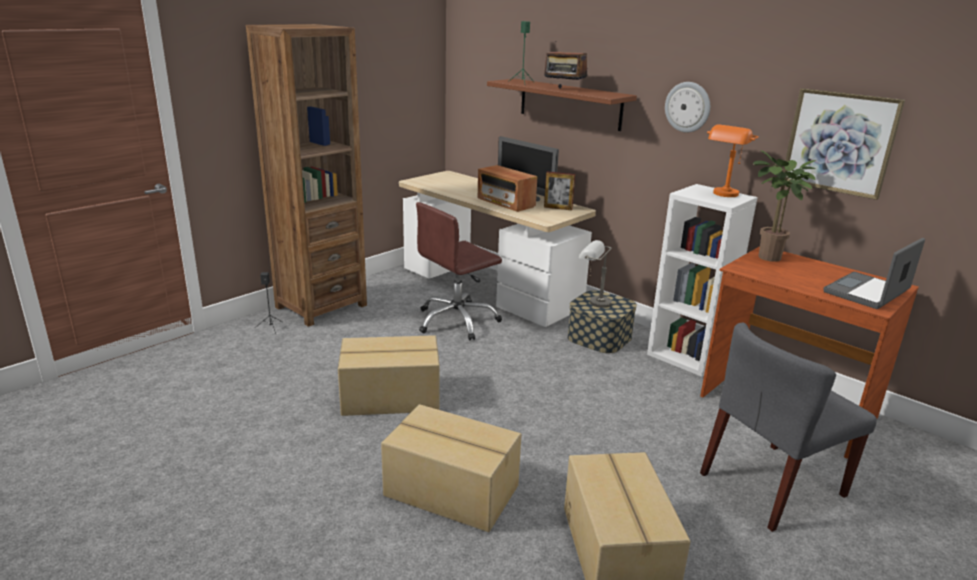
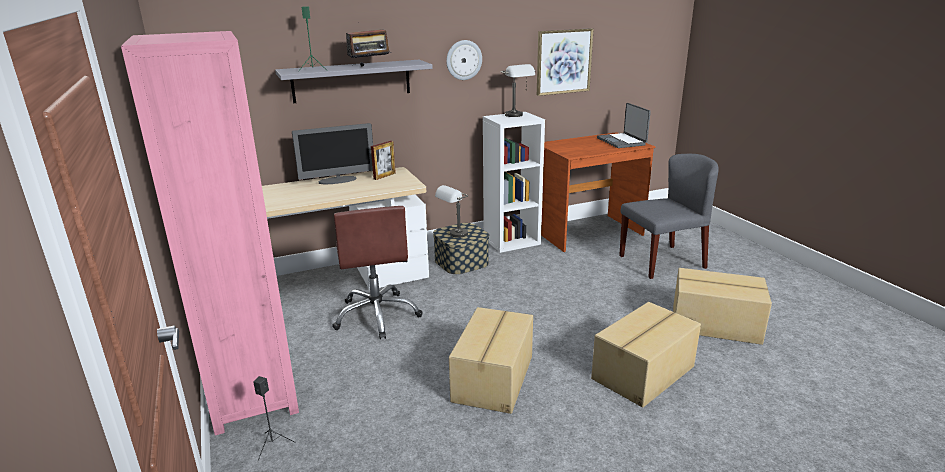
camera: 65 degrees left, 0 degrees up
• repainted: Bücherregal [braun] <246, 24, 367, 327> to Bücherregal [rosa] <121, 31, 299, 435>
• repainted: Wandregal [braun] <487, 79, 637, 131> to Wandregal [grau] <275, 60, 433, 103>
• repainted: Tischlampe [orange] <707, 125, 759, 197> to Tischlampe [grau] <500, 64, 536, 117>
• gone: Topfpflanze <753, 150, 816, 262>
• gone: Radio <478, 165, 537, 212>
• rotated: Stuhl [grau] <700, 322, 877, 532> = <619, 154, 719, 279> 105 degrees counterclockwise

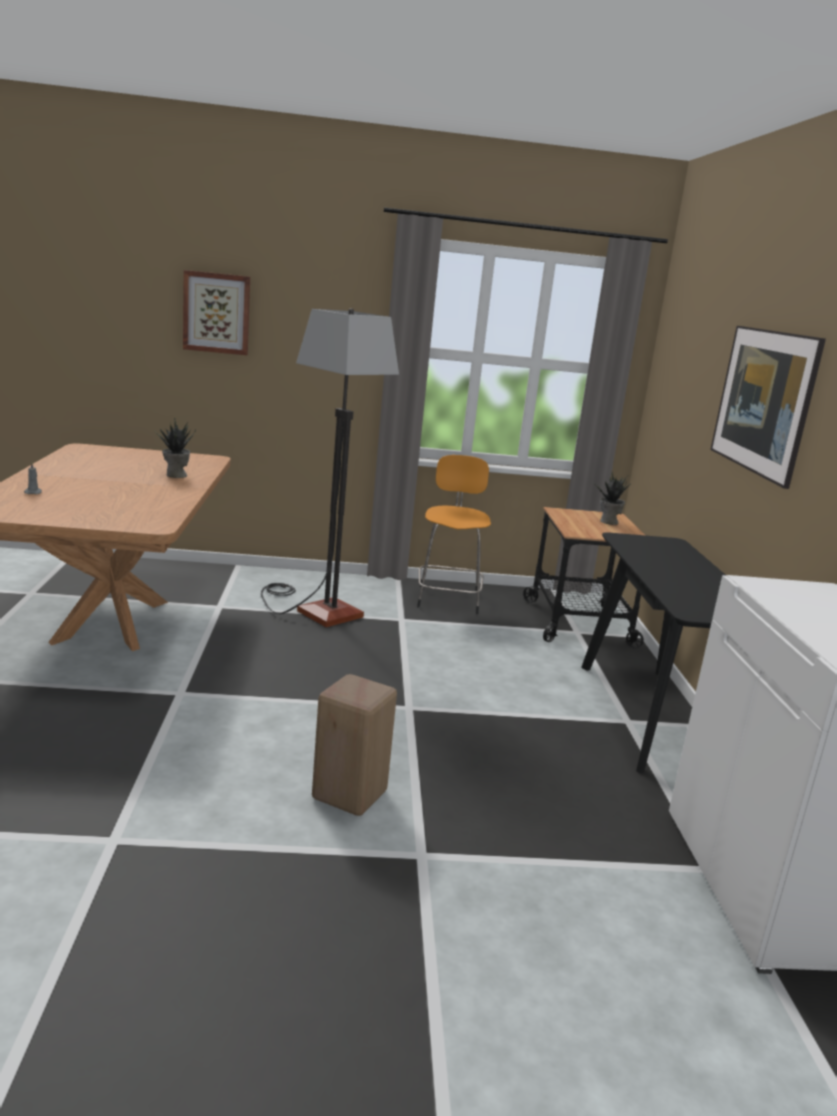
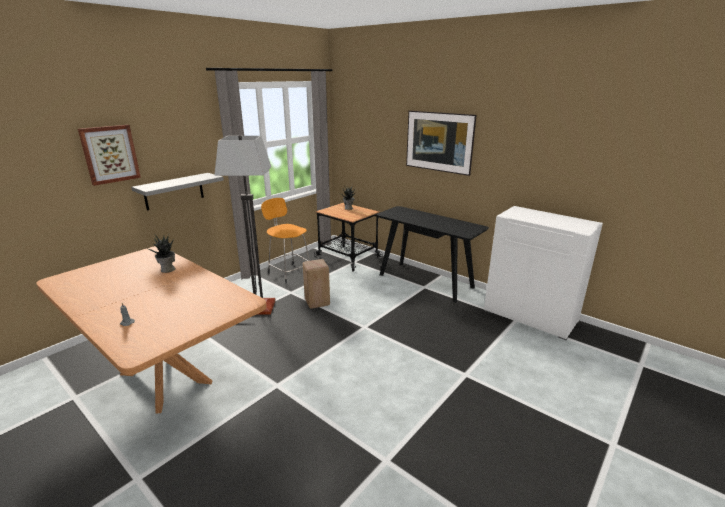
camera: 45 degrees left, 5 degrees up
• shifted: Hocker [beige] <312, 674, 397, 816> to <303, 259, 330, 309>
• new: Wandregal [grau] <131, 173, 224, 211>

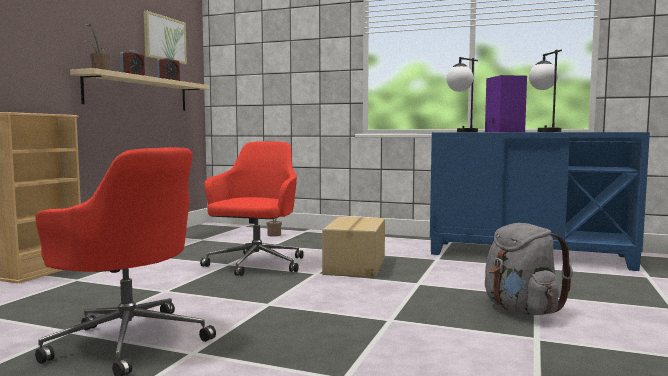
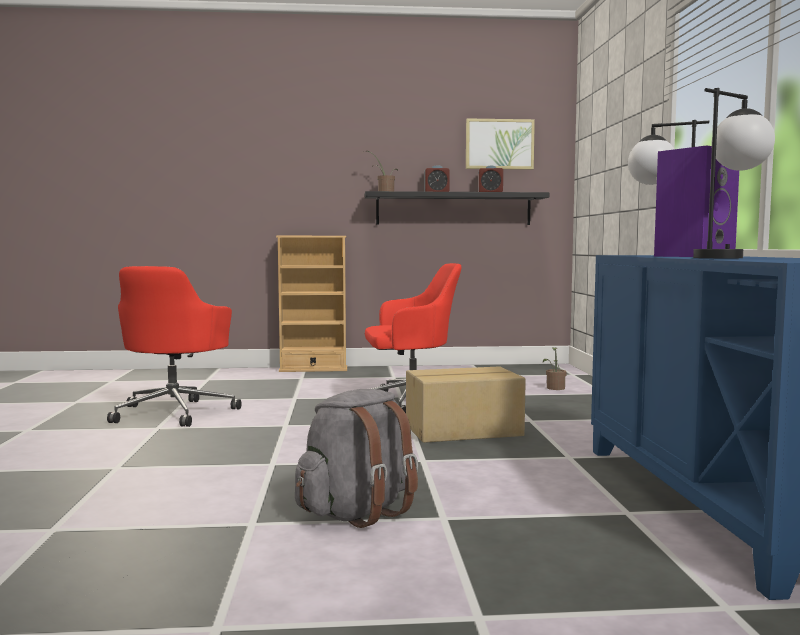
camera: 65 degrees right, 0 degrees up
• repainted: Wandregal [beige] <70, 68, 209, 111> to Wandregal [schwarz] <365, 191, 549, 225>

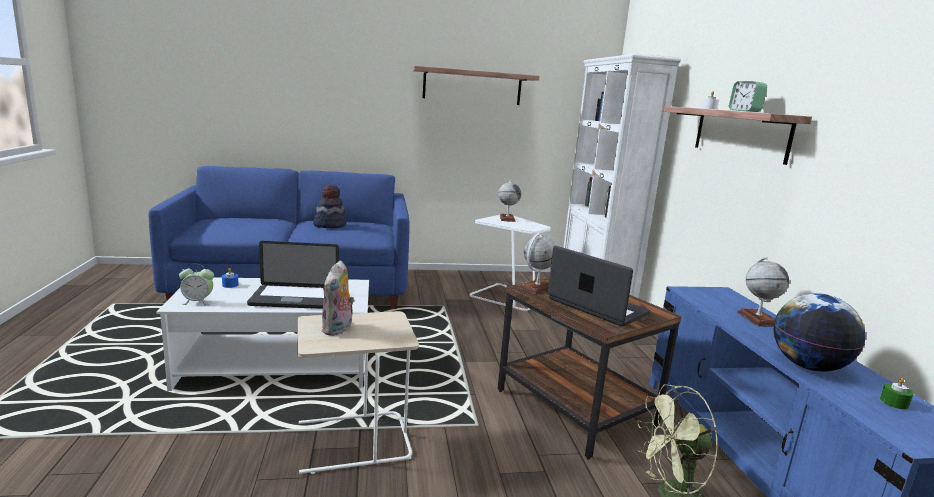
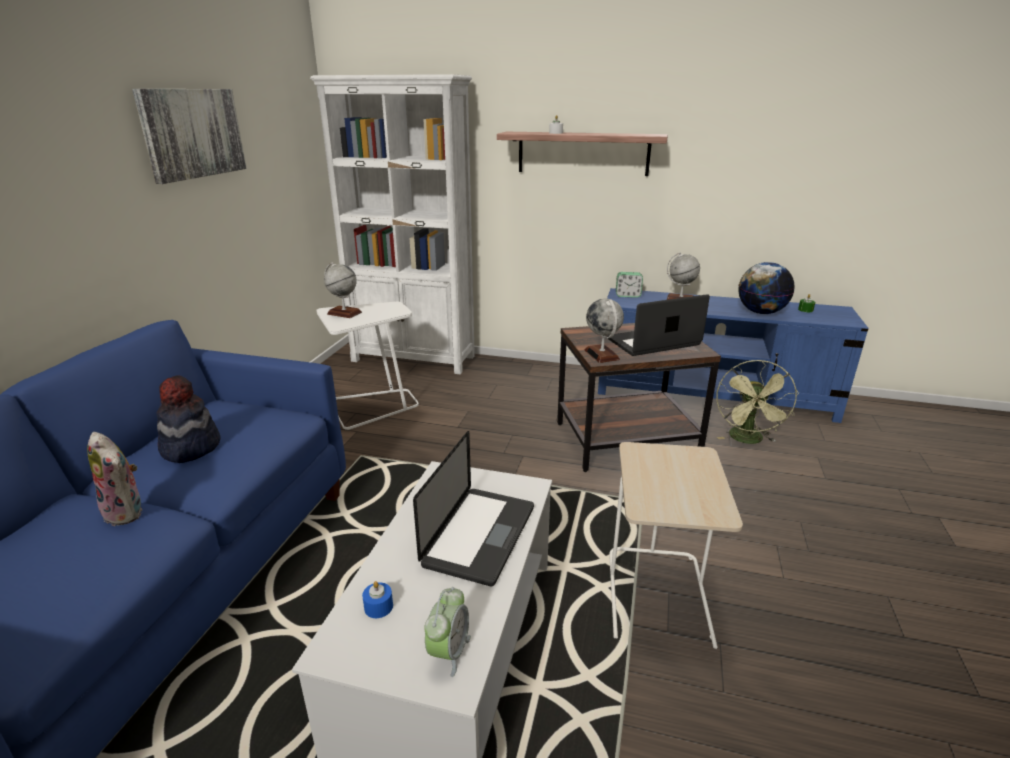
camera: 65 degrees left, 10 degrees up
• swapped: Wandregal <413, 66, 540, 105> to Bild <132, 89, 246, 184>
• shifted: Wecker <729, 81, 767, 112> to <616, 272, 643, 298>
• shifted: Plüschtier <321, 260, 355, 336> to <87, 432, 142, 526>

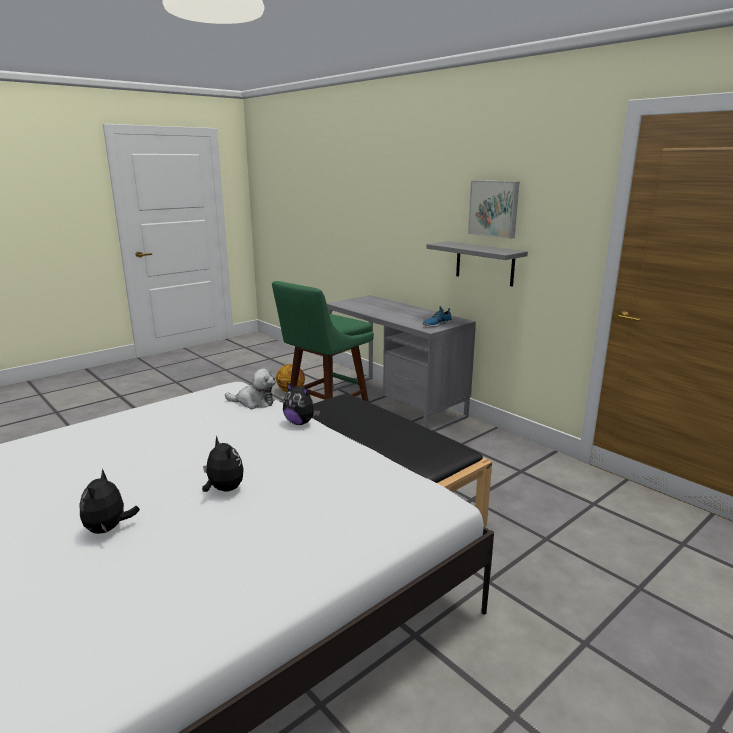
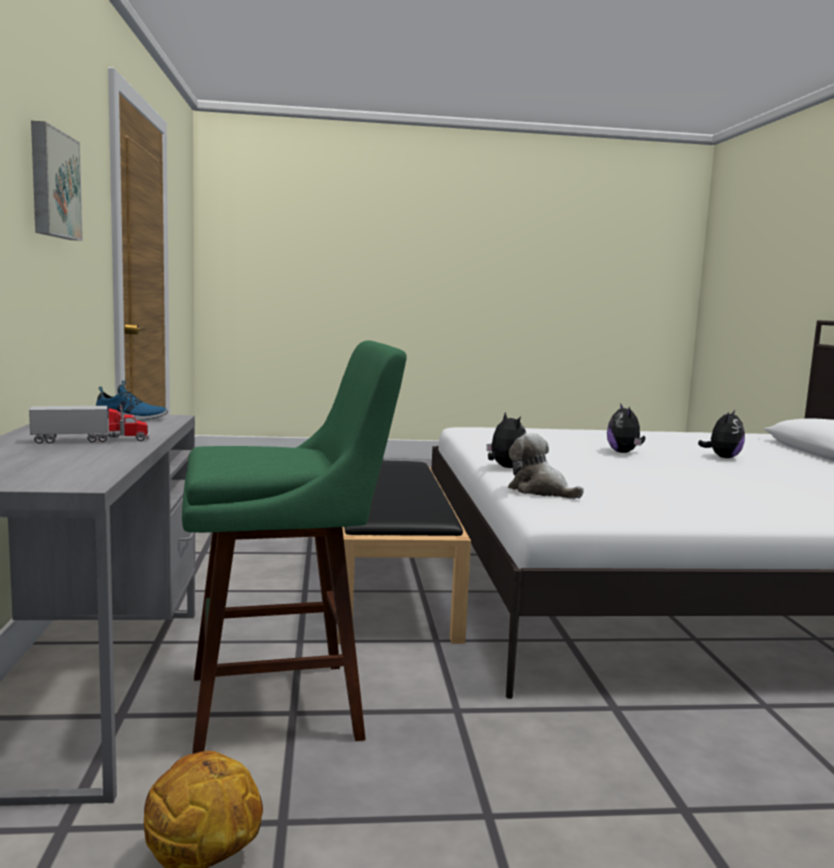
camera: 145 degrees left, 10 degrees down
• gone: Wandregal [grau] <427, 241, 528, 287>
• new: Spielzeuglaster <29, 405, 149, 444>

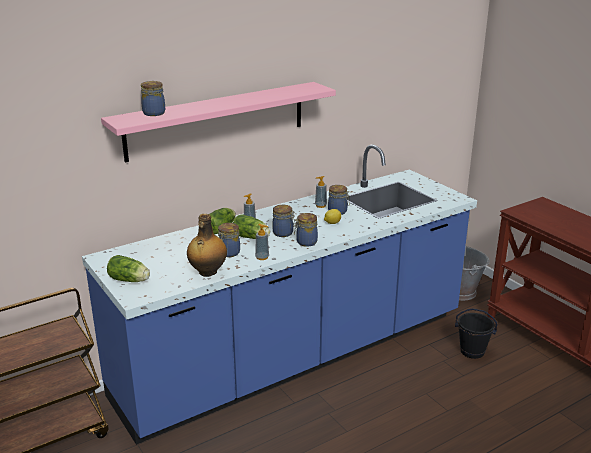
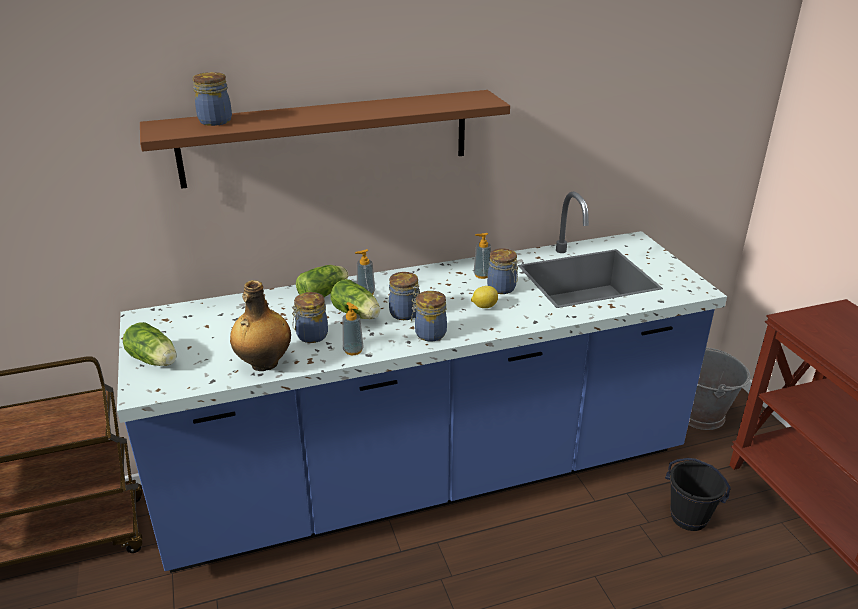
camera: 15 degrees right, 5 degrees up
• repainted: Wandregal [rosa] <101, 82, 336, 162> to Wandregal [braun] <140, 90, 510, 189>

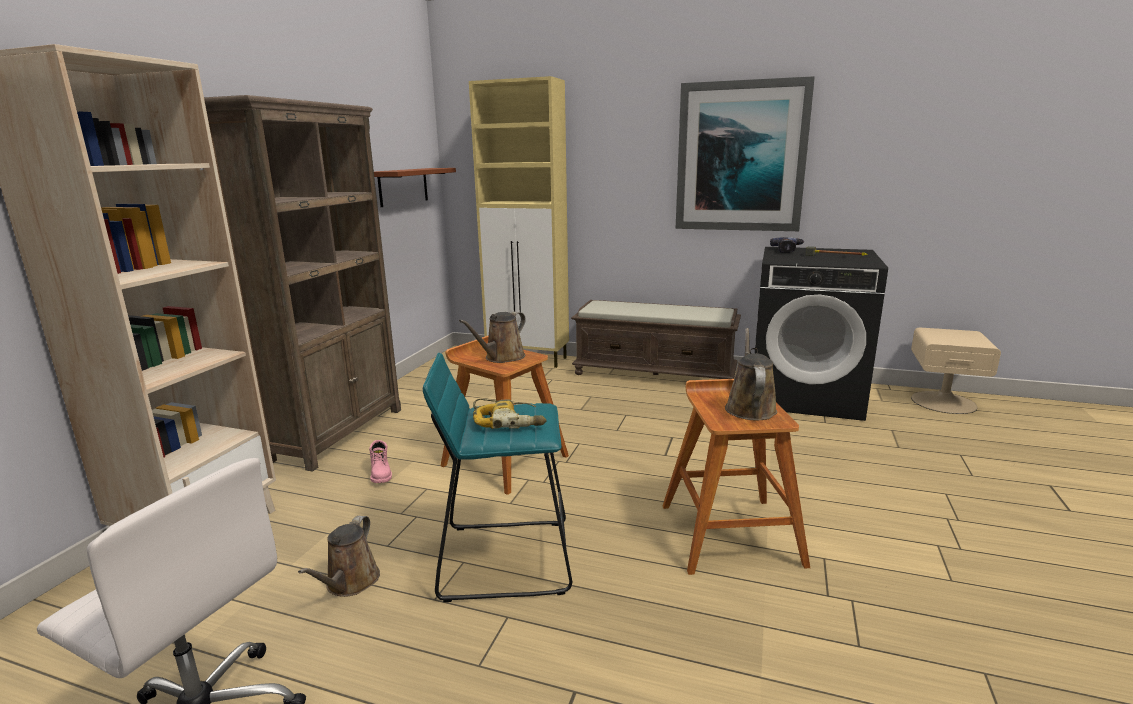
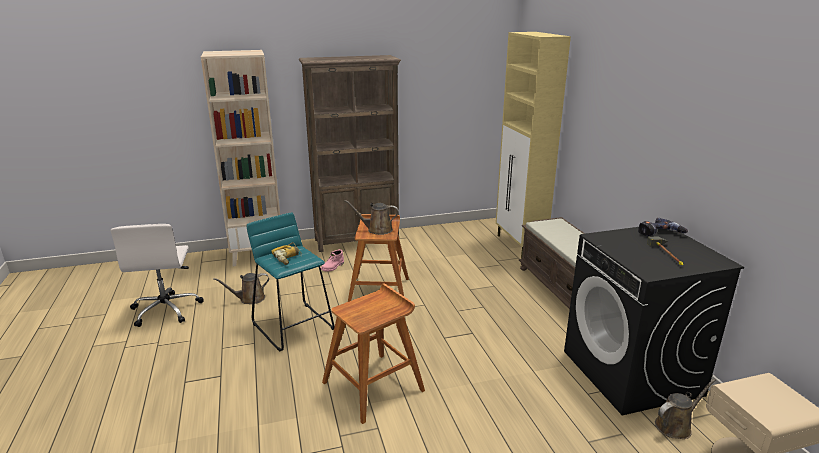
camera: 55 degrees right, 5 degrees up
• gone: Bild <676, 76, 815, 231>
• gone: Wandregal [braun] <374, 168, 456, 207>
• shifted: Gießkanne [braun] <725, 328, 778, 420> to <655, 379, 716, 439>

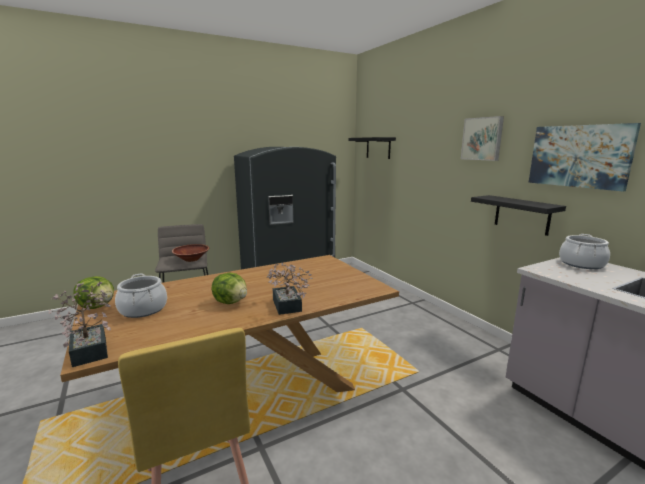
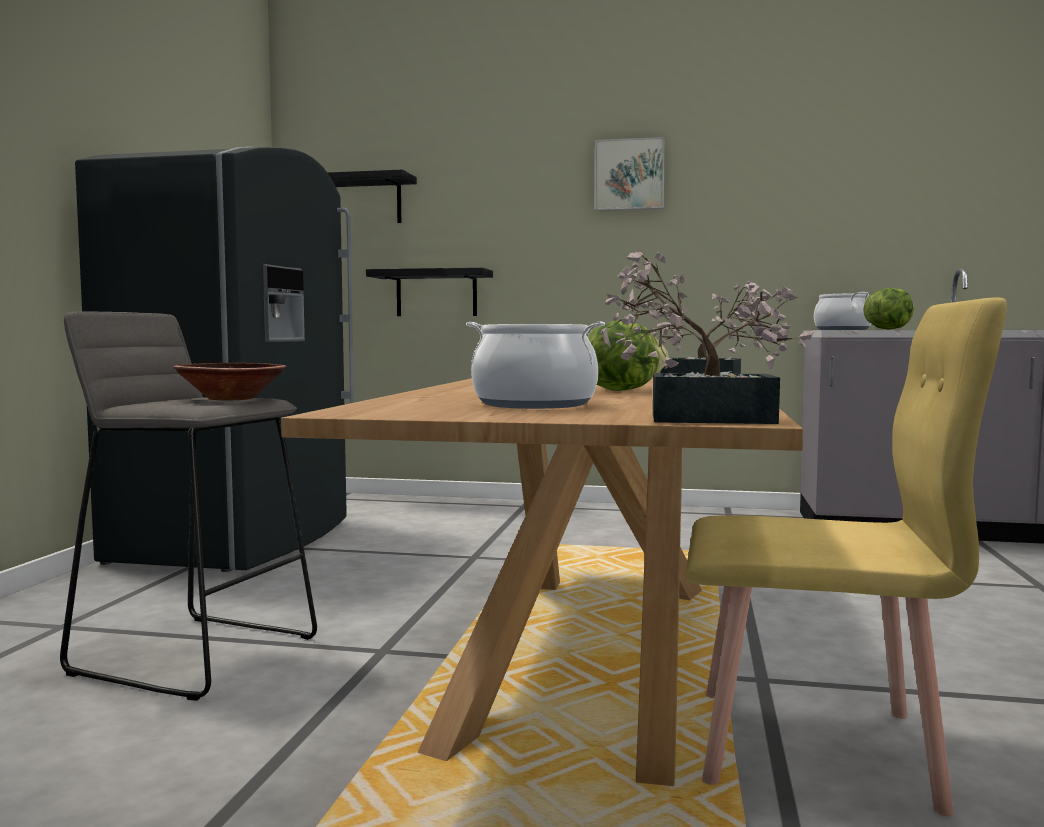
camera: 50 degrees left, 10 degrees down
• gone: Bild <529, 123, 641, 191>
• shifted: Wandregal [schwarz] <471, 195, 566, 236> to <366, 267, 493, 316>
• shifted: Salatkopf <74, 276, 114, 309> to <863, 288, 914, 330>

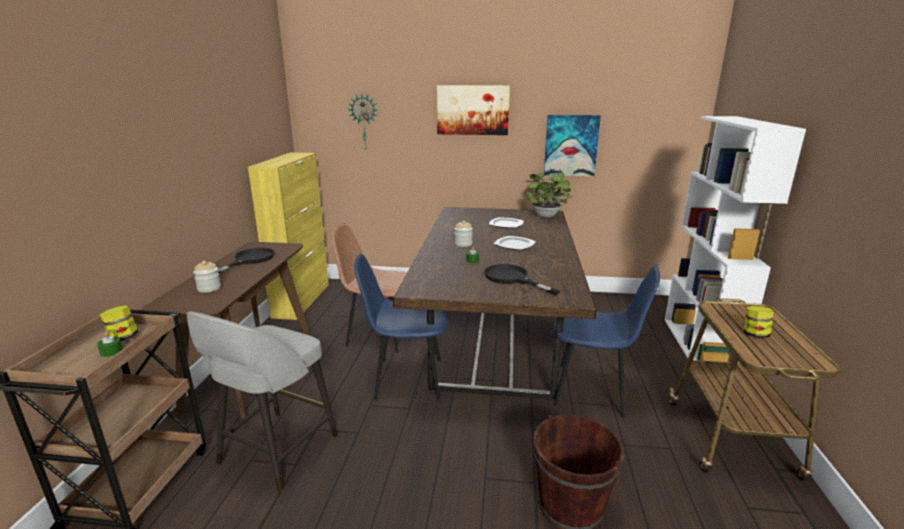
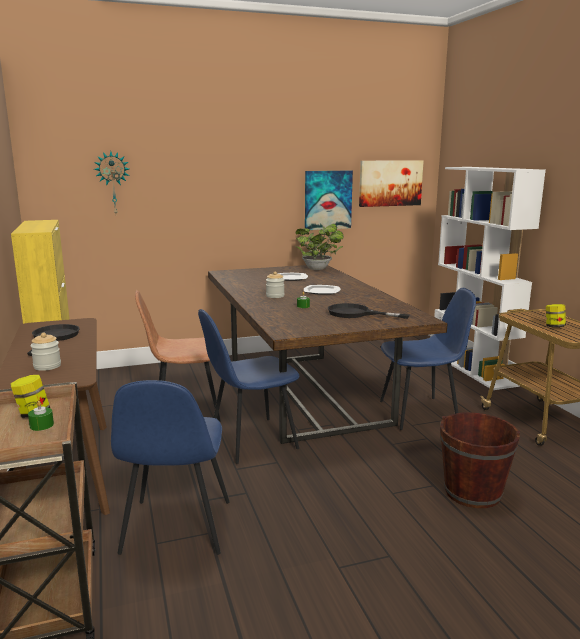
camera: 25 degrees left, 5 degrees down
• shifted: Bild <437, 85, 510, 135> to <359, 160, 423, 207>
• swapped: Hocker [grau] <186, 311, 338, 491> to Stuhl [blau] <111, 380, 230, 555>

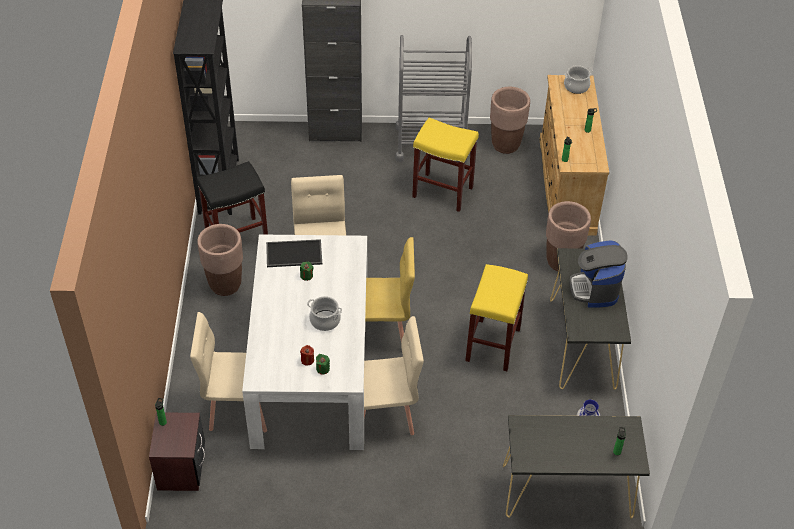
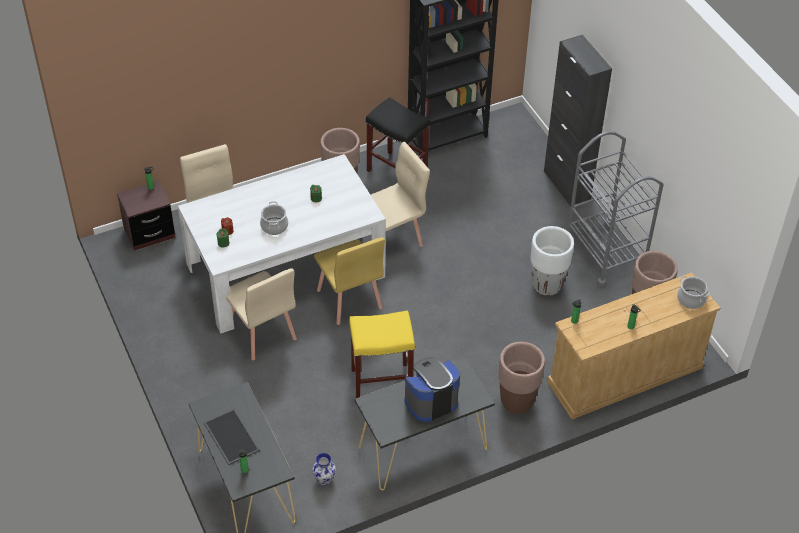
camera: 65 degrees right, 0 degrees up
• swapped: Hocker [gelb] <412, 118, 479, 212> to Pflanzkübel [weiß] <530, 226, 574, 296>
• shifted: Tablett <266, 239, 322, 267> to <204, 409, 260, 465>

